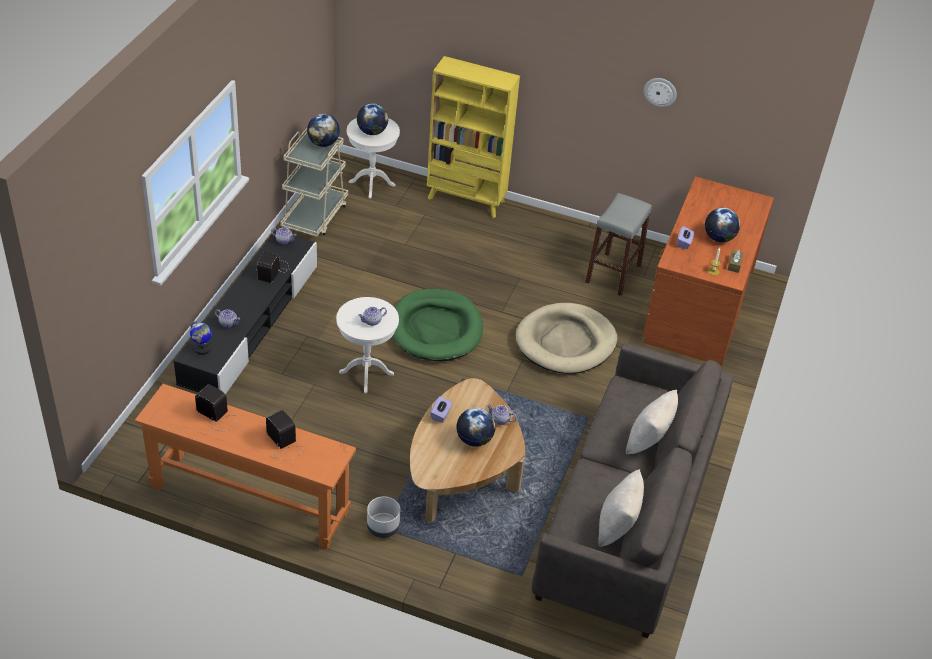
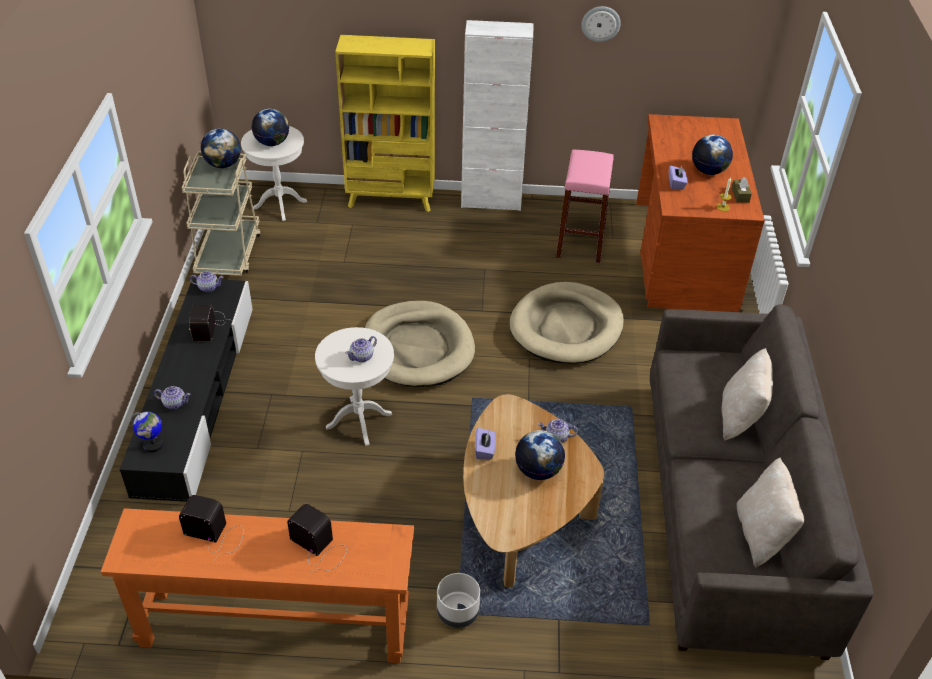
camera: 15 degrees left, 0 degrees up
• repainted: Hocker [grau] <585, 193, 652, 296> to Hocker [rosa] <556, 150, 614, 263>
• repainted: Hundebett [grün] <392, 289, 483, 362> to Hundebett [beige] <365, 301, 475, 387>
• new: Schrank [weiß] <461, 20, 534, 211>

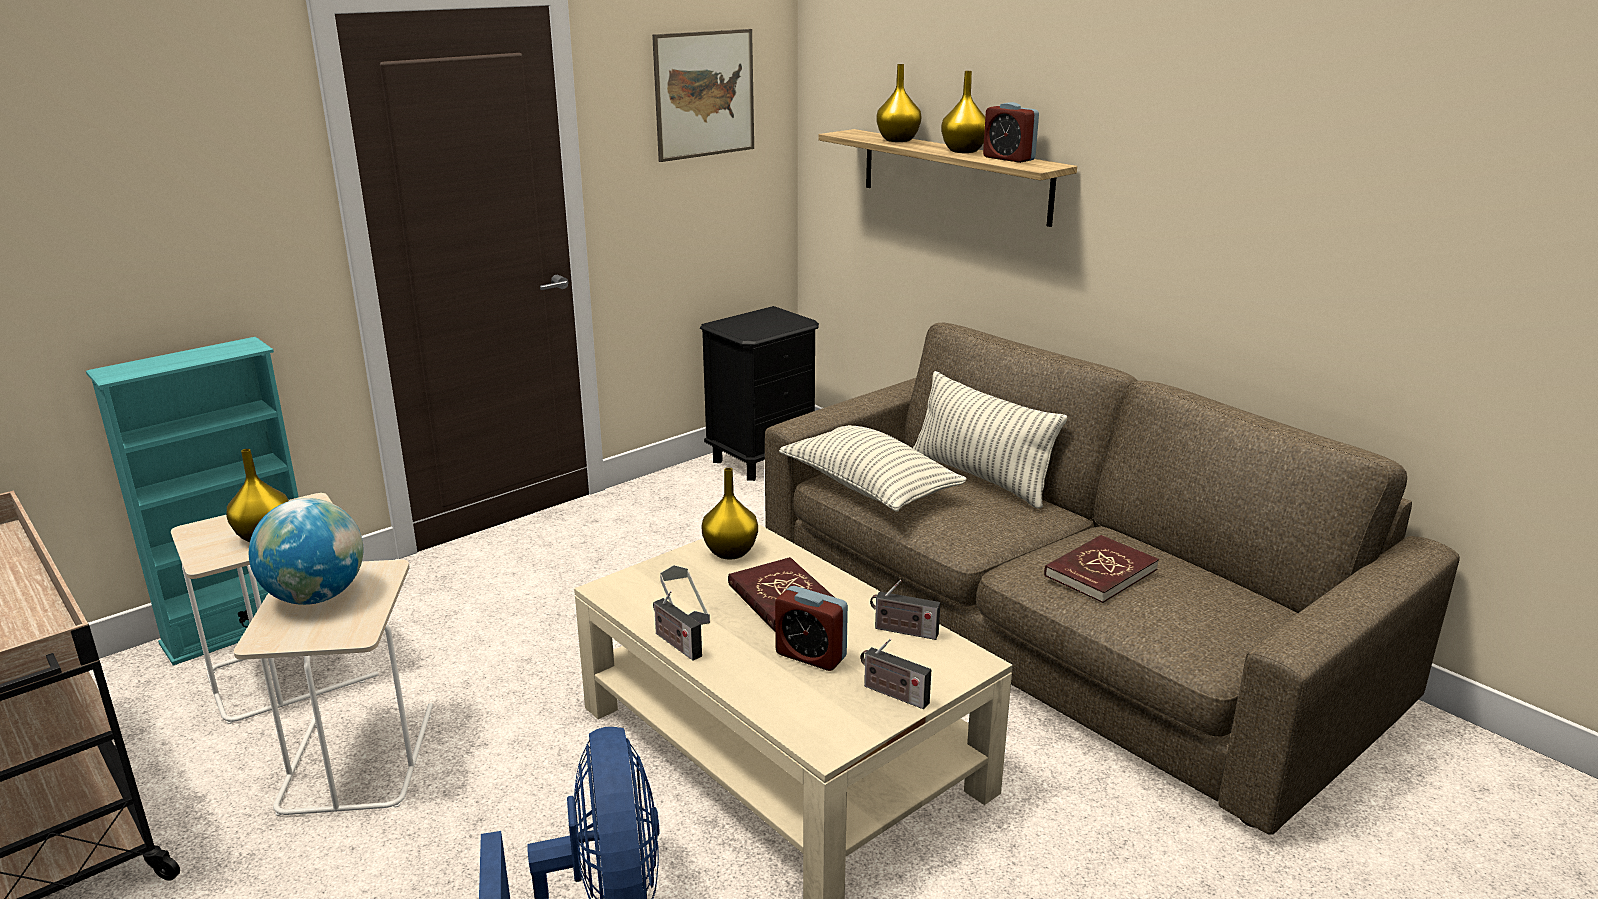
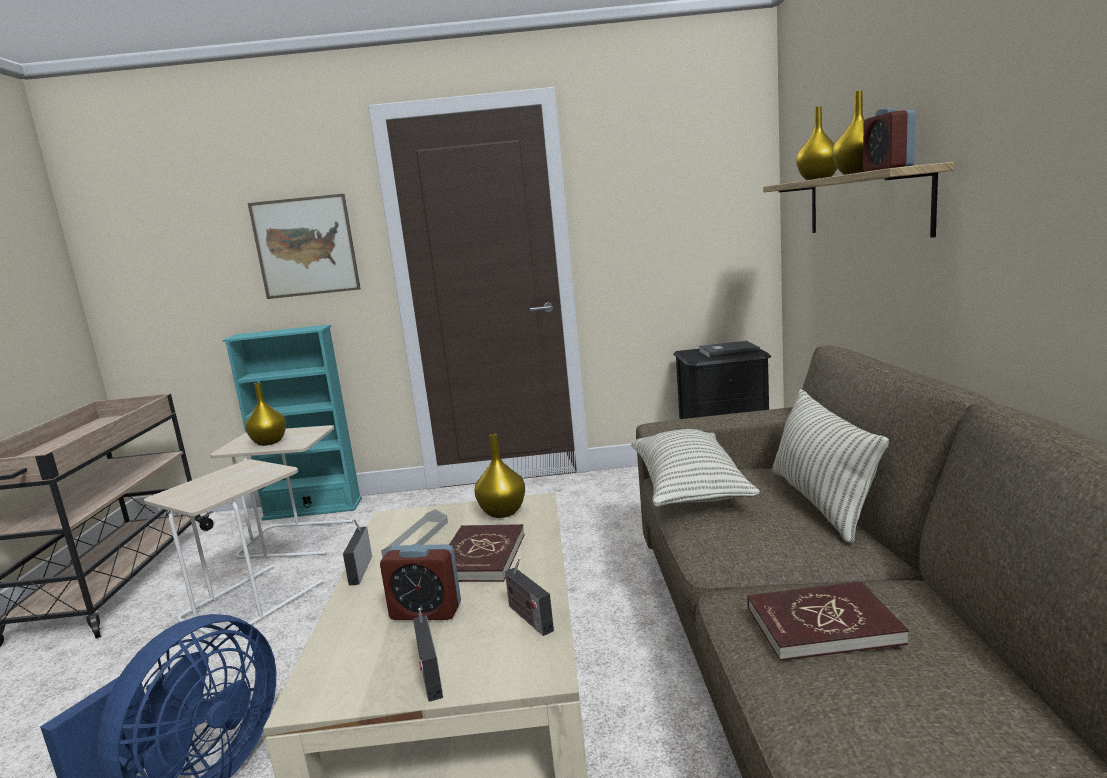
camera: 40 degrees right, 10 degrees down
• shifted: Bild <652, 29, 754, 162> to <248, 194, 361, 299>
• gone: Globus <249, 498, 363, 605>
• rotated: Wecker <775, 586, 848, 671> = <380, 544, 461, 620> 60 degrees counterclockwise
• new: Buch [grau] <699, 341, 760, 358>

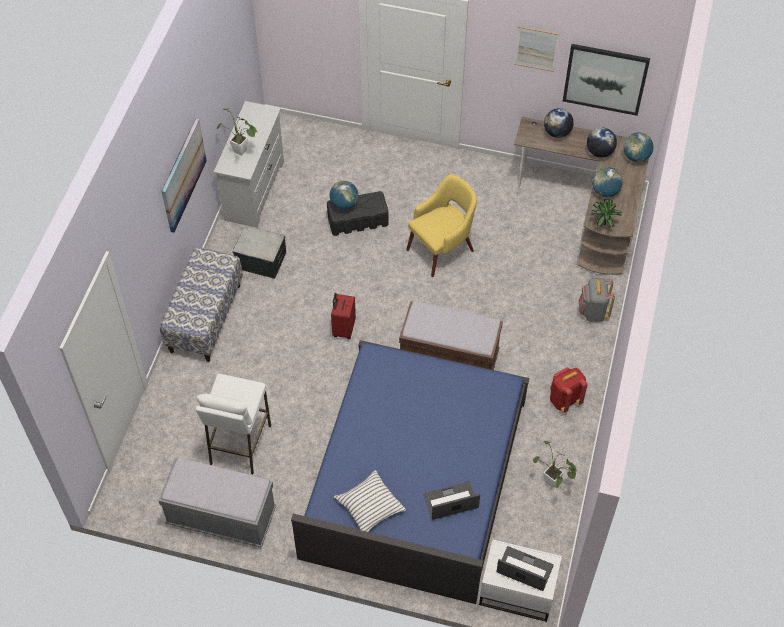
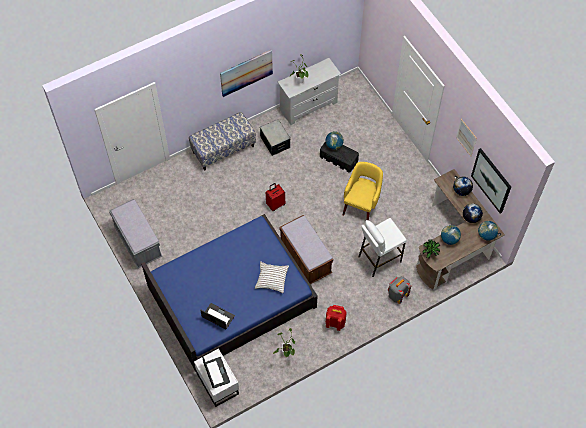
camera: 45 degrees right, 5 degrees up
• rotated: Sessel [gelb] <406, 174, 477, 277> = <342, 162, 383, 221> 75 degrees counterclockwise
• shifted: Hocker [weiß] <196, 374, 271, 474> to <358, 218, 407, 277>
• shifted: Kissen [weiß] <334, 470, 406, 532> to <255, 261, 289, 293>

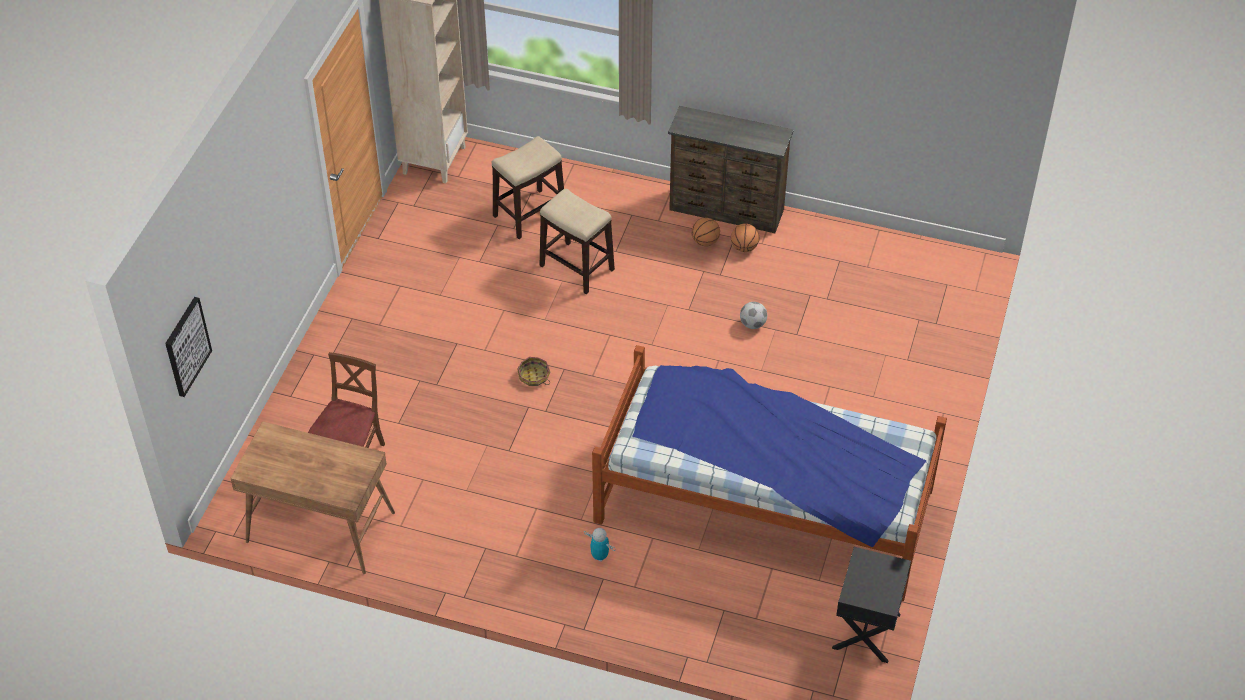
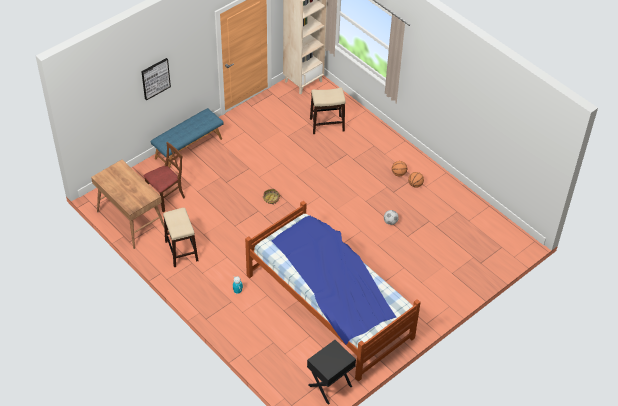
camera: 30 degrees right, 0 degrees up
• gone: Kommode [braun] <668, 106, 794, 233>
• shifted: Hocker <540, 189, 615, 294> to <163, 208, 199, 267>
• shifted: Bild <165, 297, 212, 397> to <141, 58, 171, 100>
• new: Bank [blau] <151, 108, 224, 168>

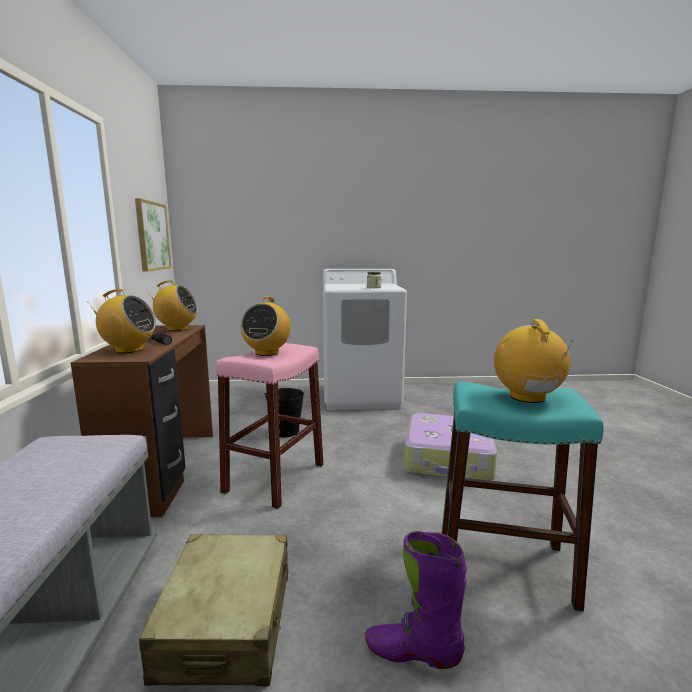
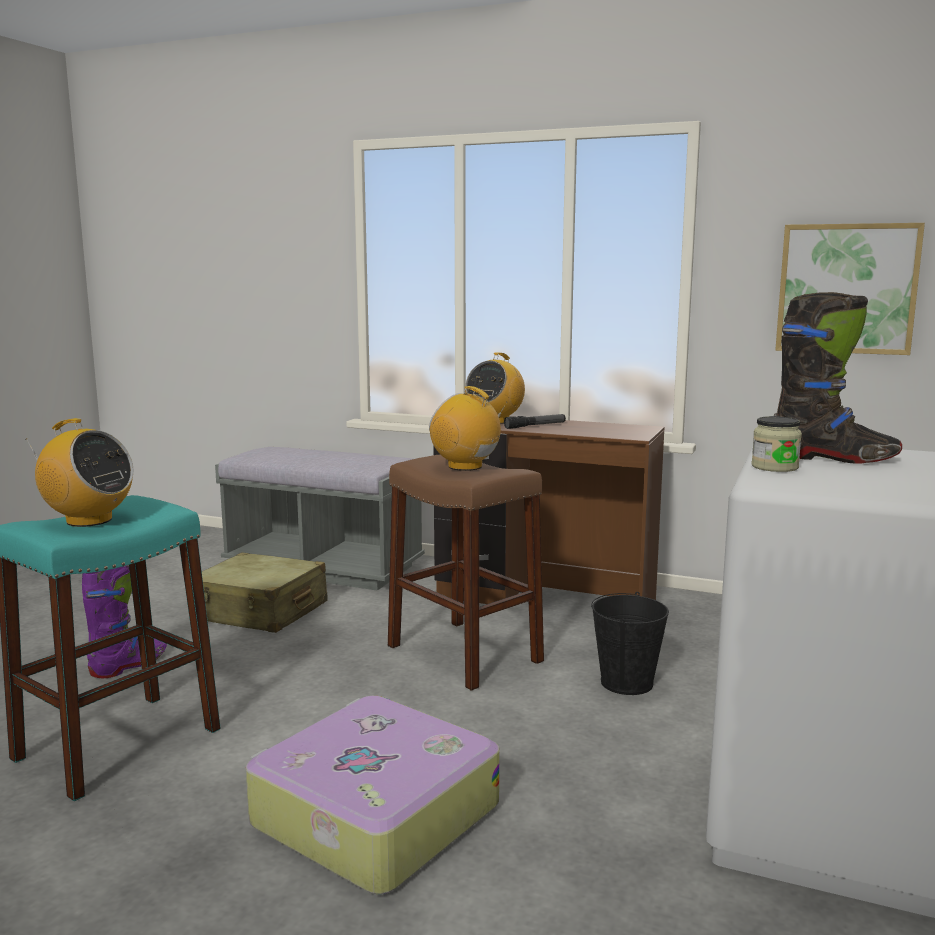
camera: 115 degrees right, 0 degrees up
• gone: Radio <147, 280, 198, 331>
• repainted: Hocker [rosa] <216, 343, 323, 509> to Hocker [braun] <388, 454, 544, 691>
• new: Stiefel [schwarz] <774, 292, 902, 463>

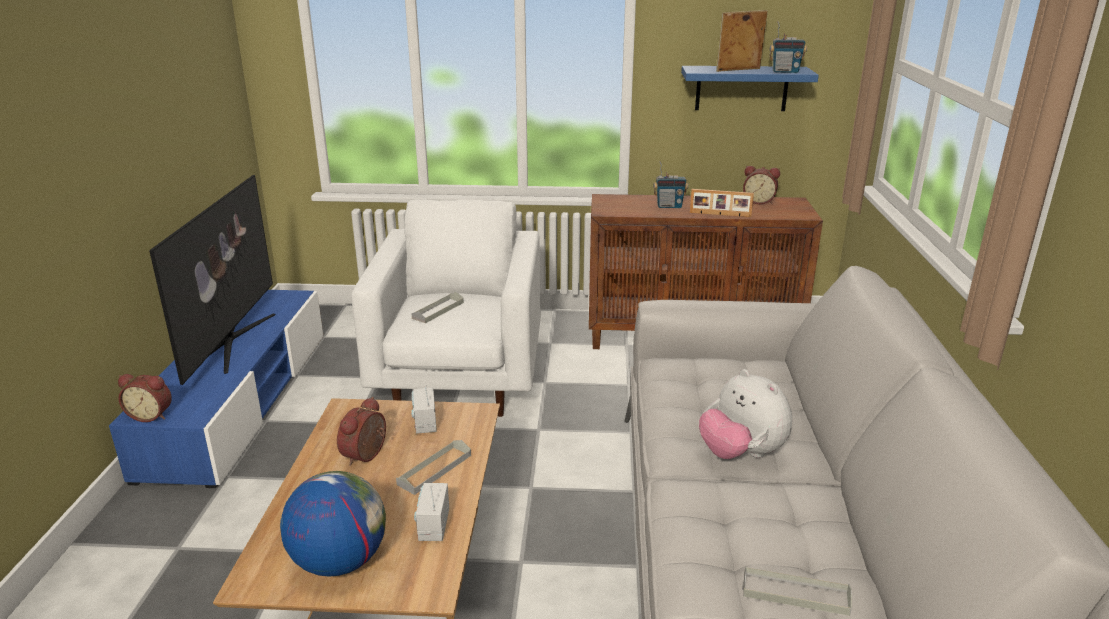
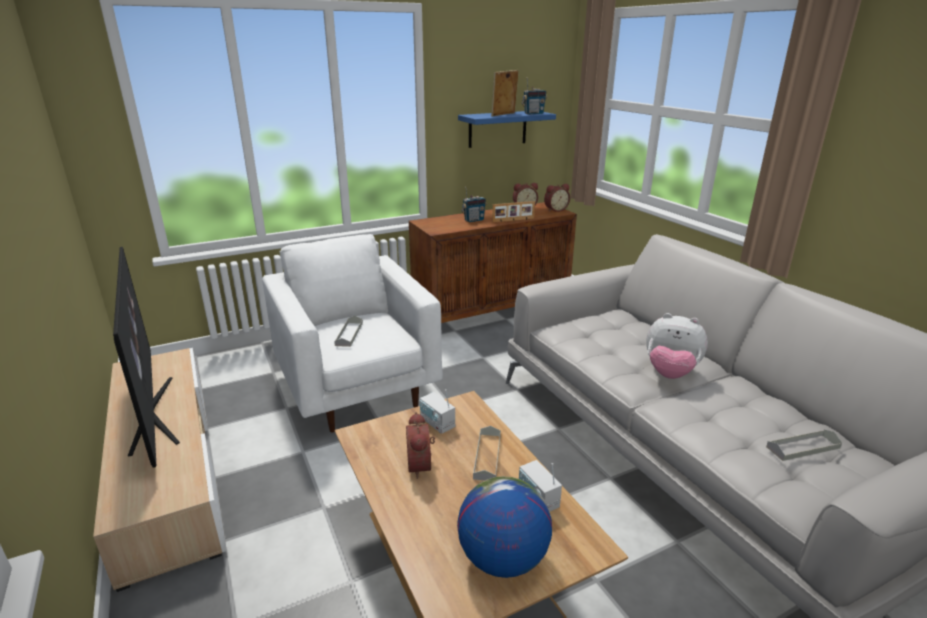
camera: 30 degrees left, 0 degrees up
• repainted: Fernsehschrank [blau] <109, 290, 323, 488> to Fernsehschrank [beige] <93, 348, 227, 592>
• shifted: Wecker <118, 374, 172, 422> to <544, 184, 570, 212>

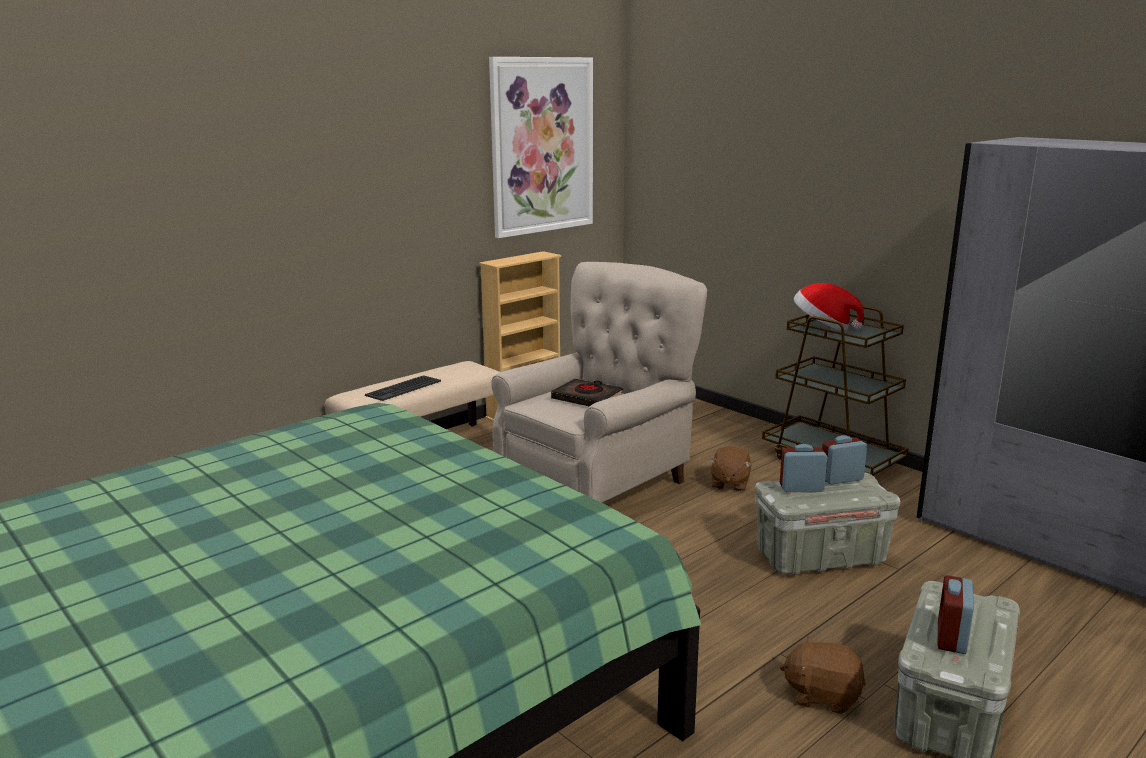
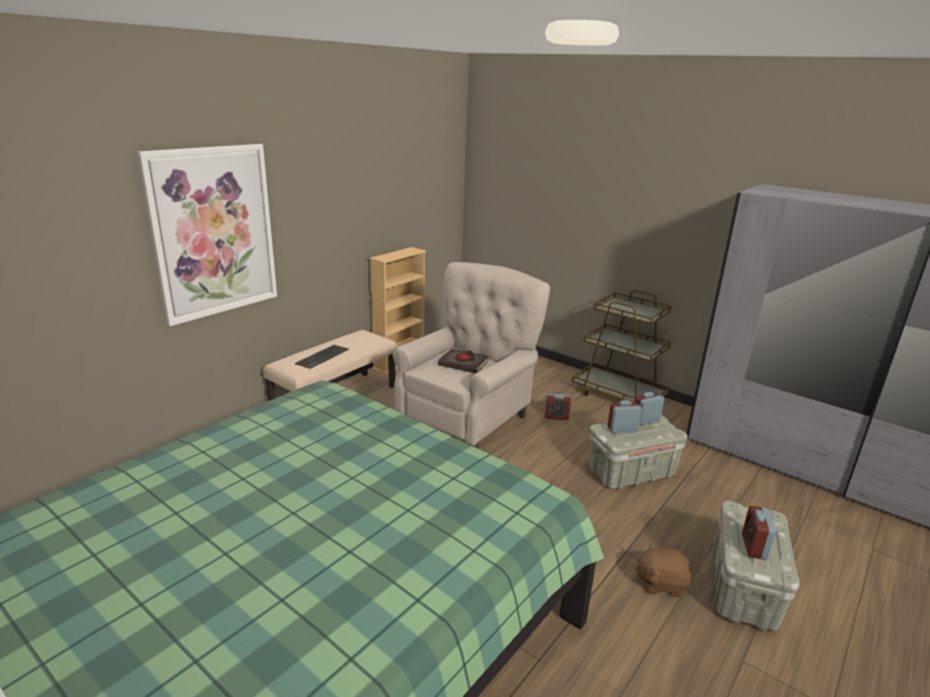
camera: 10 degrees left, 5 degrees up
• shifted: Bild <489, 57, 593, 238> to <137, 144, 277, 326>
• gone: Hut <794, 283, 864, 331>
• swapped: Plüschtier [braun] <709, 446, 752, 492> to Wecker <545, 394, 571, 420>

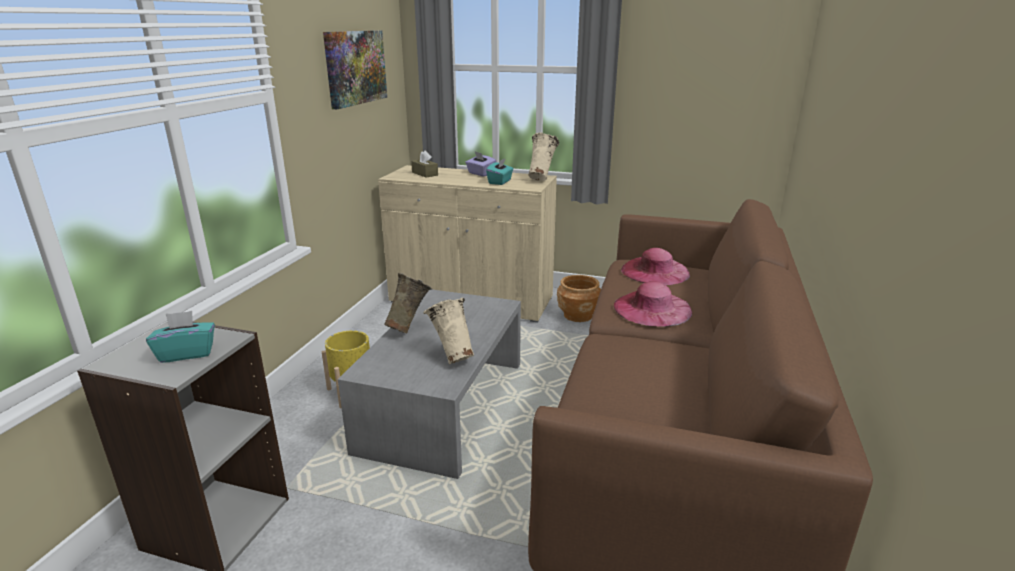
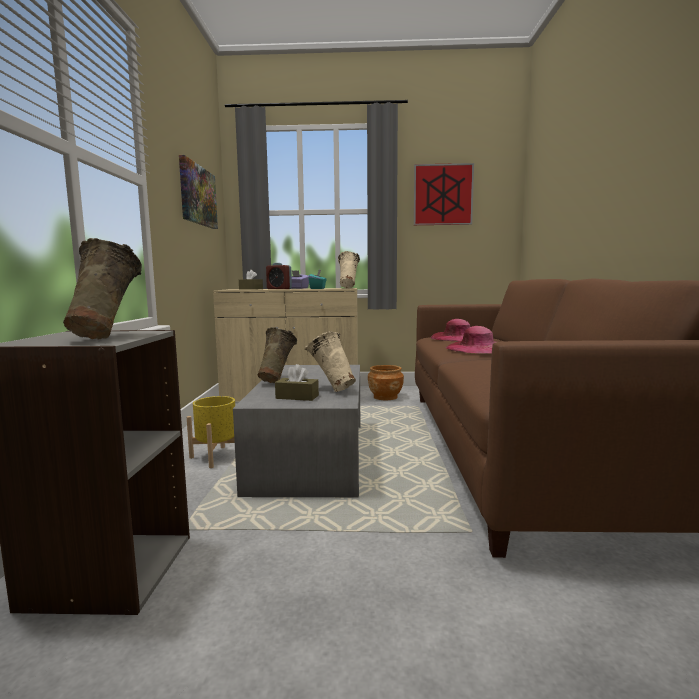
camera: 15 degrees left, 15 degrees down
• swapped: Taschentuchbox [türkis] <146, 311, 215, 363> to Vase [beige] <63, 238, 142, 339>
• new: Bild <414, 163, 474, 225>
• new: Wecker <266, 263, 292, 289>
• new: Taschentuchbox [braun] <275, 364, 319, 401>

